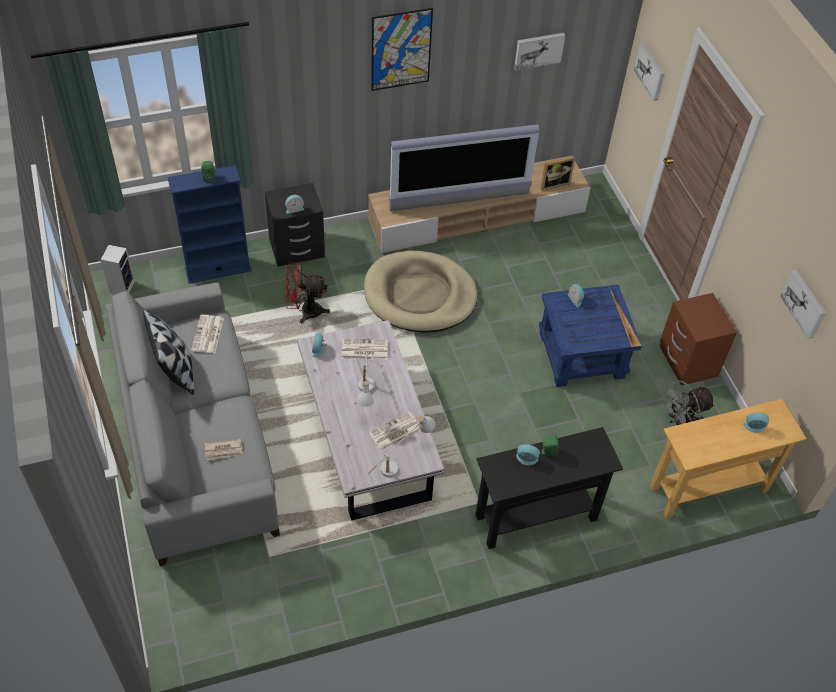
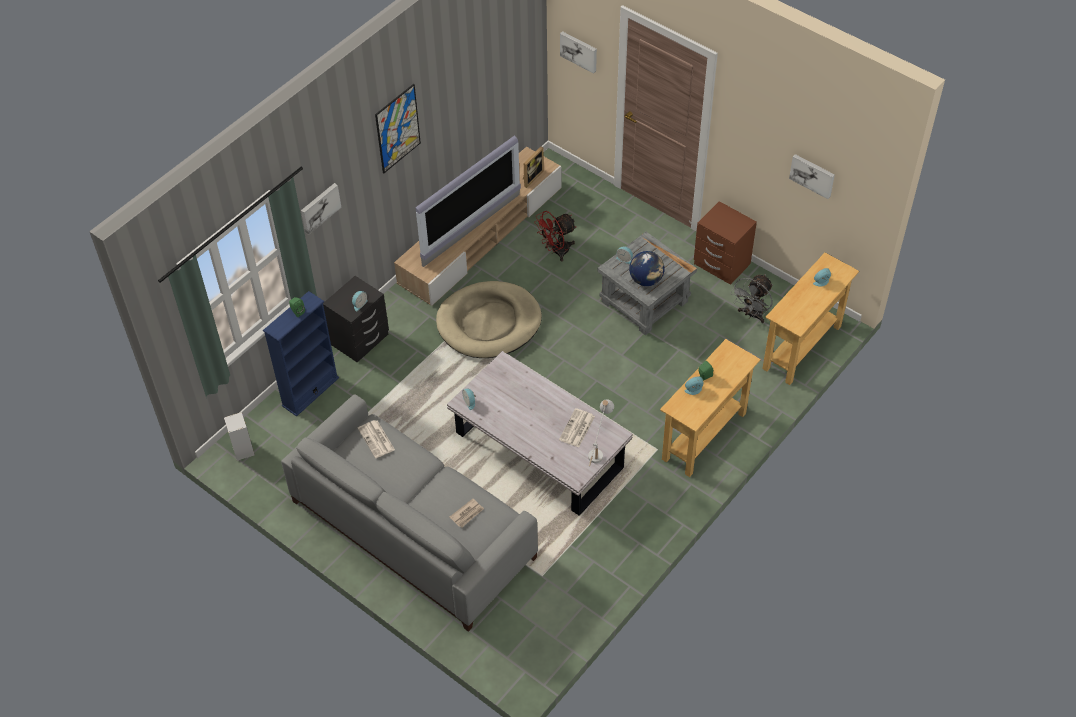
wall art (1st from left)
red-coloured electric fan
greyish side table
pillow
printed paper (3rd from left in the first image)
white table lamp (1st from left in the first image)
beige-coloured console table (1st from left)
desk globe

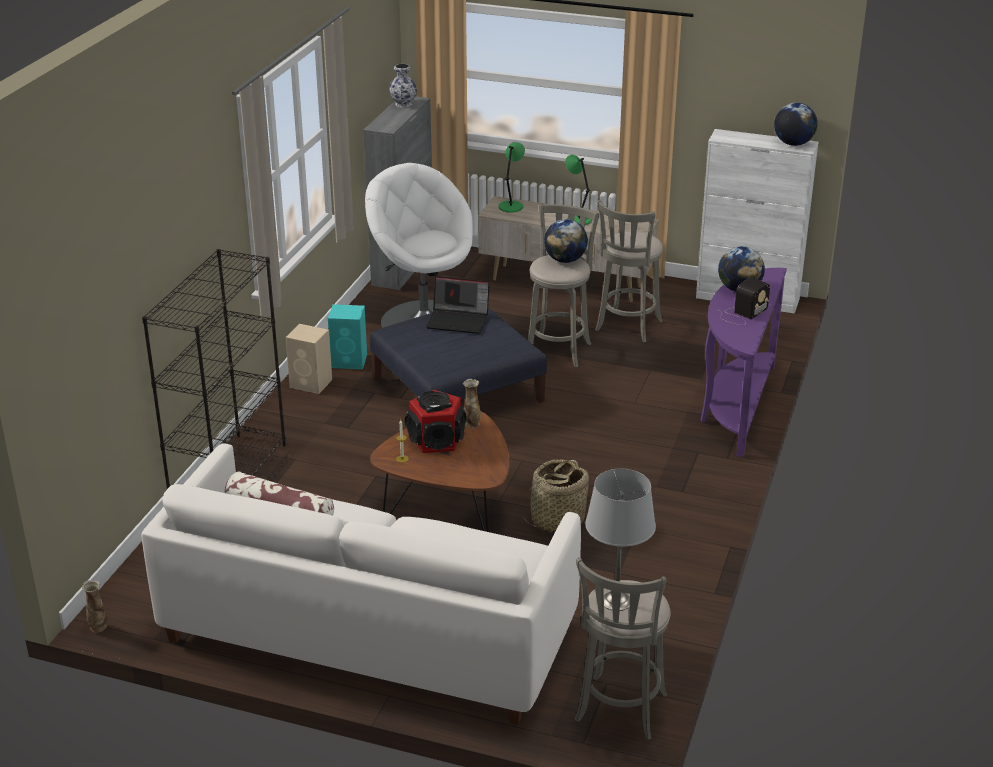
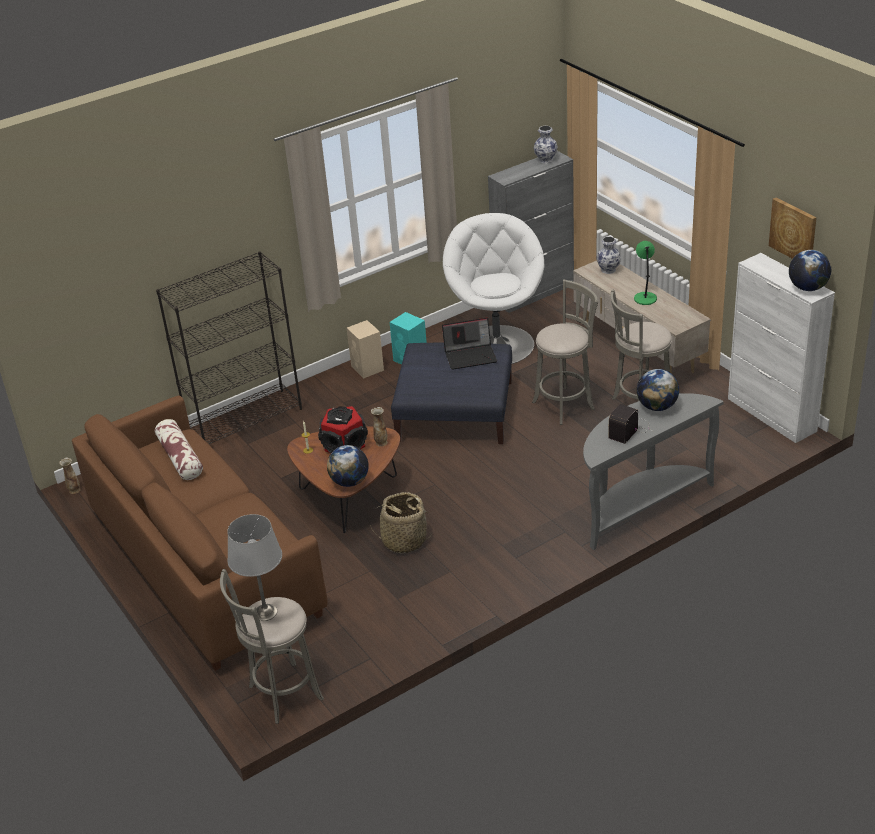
decorative vase (4th from left)
desk globe (1st from left)
greyish console table
notebook computer
radio receiver
brown-coloured couch
wall art

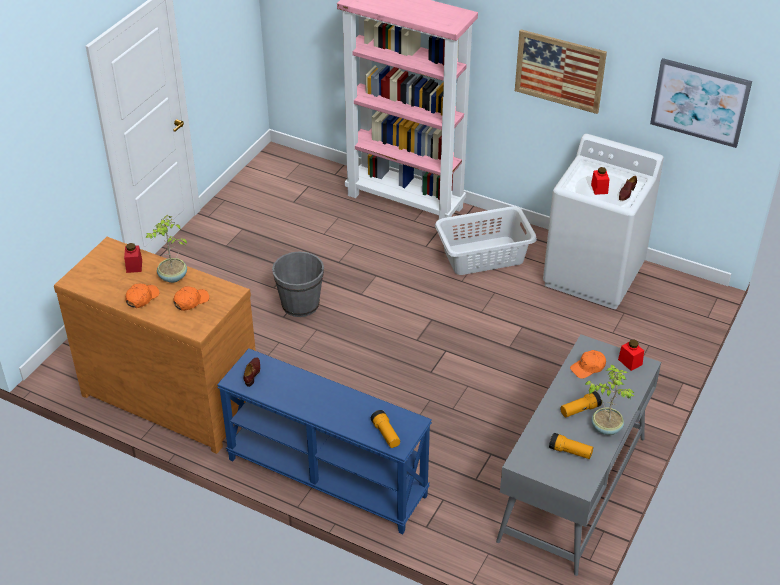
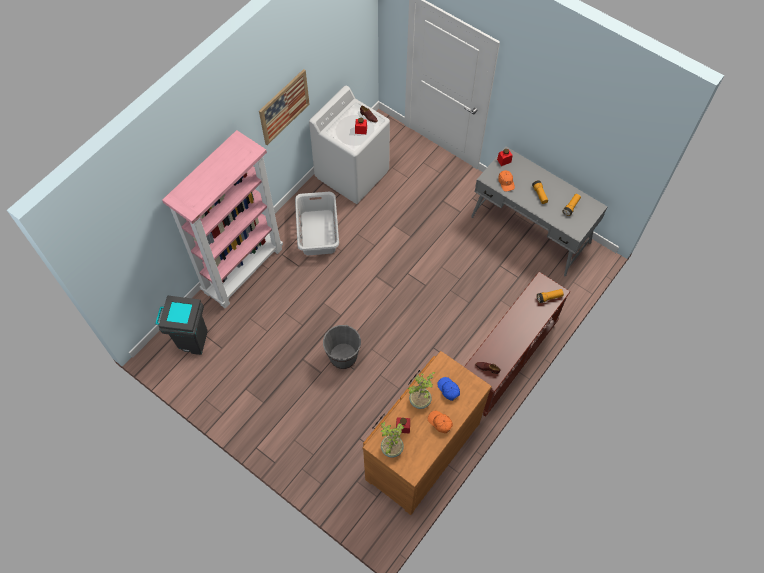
wall art (2nd from left in the first image)
blue peaked cap
brown-coloured console table
potted plant (1st from left)
greyish rubbish bin

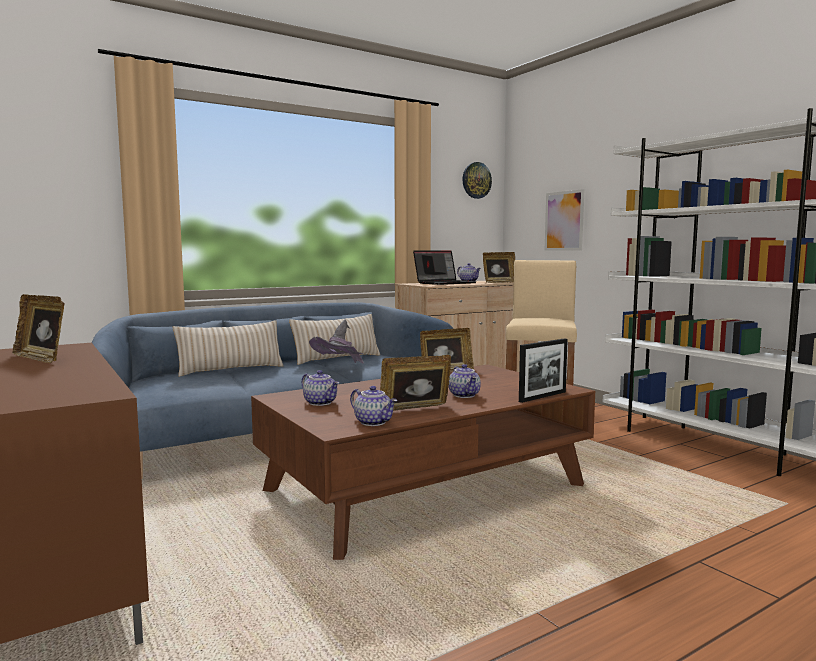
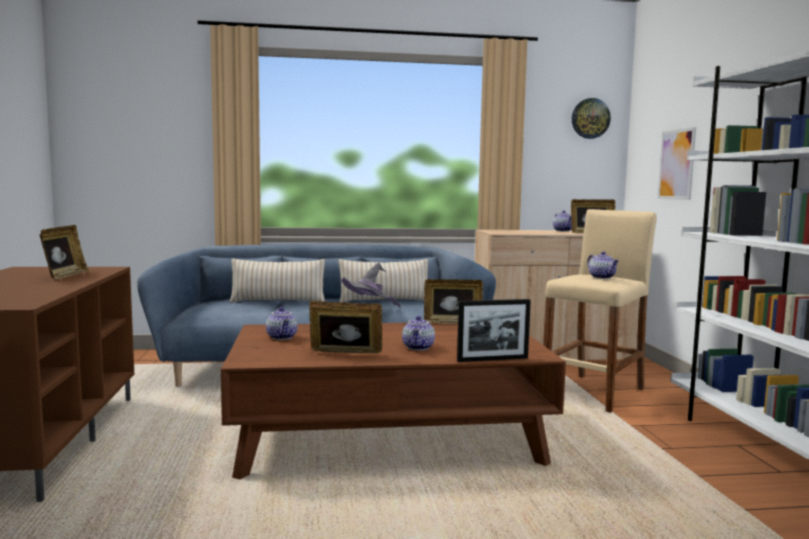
notebook computer
picture frame (1st from left)
tea pot (4th from left)

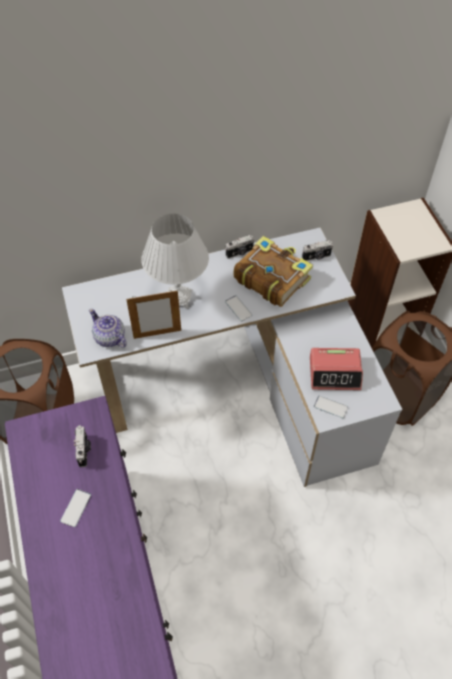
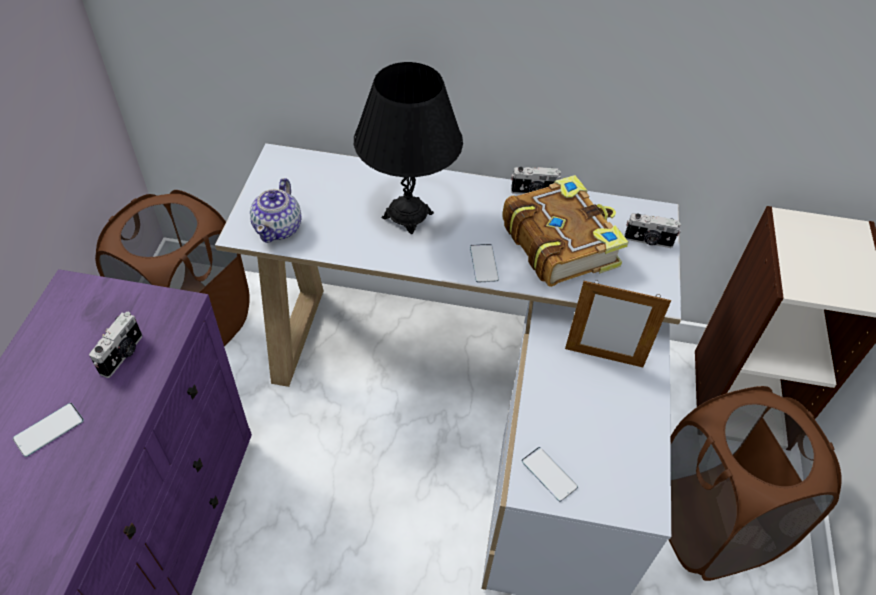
black-coloured table lamp
picture frame
tea pot
alarm clock

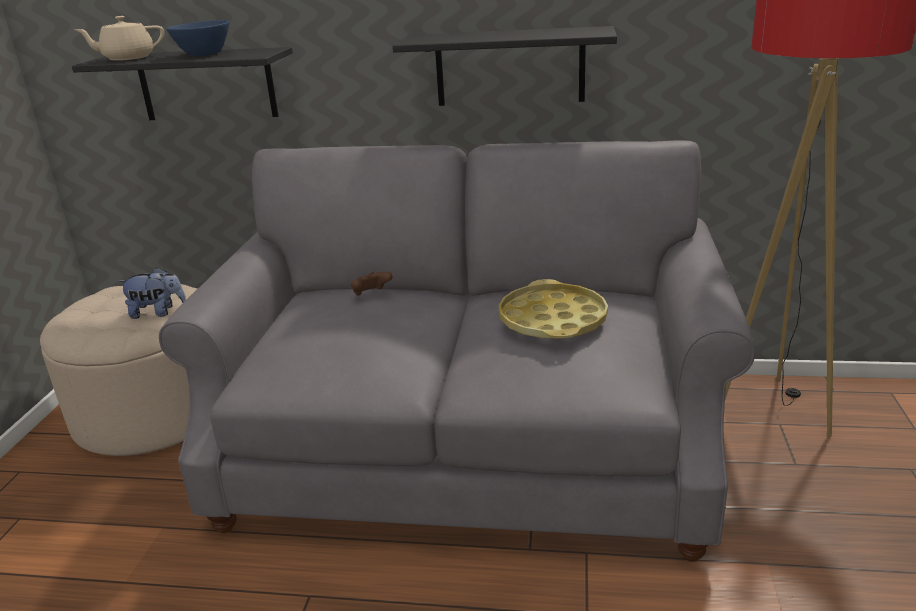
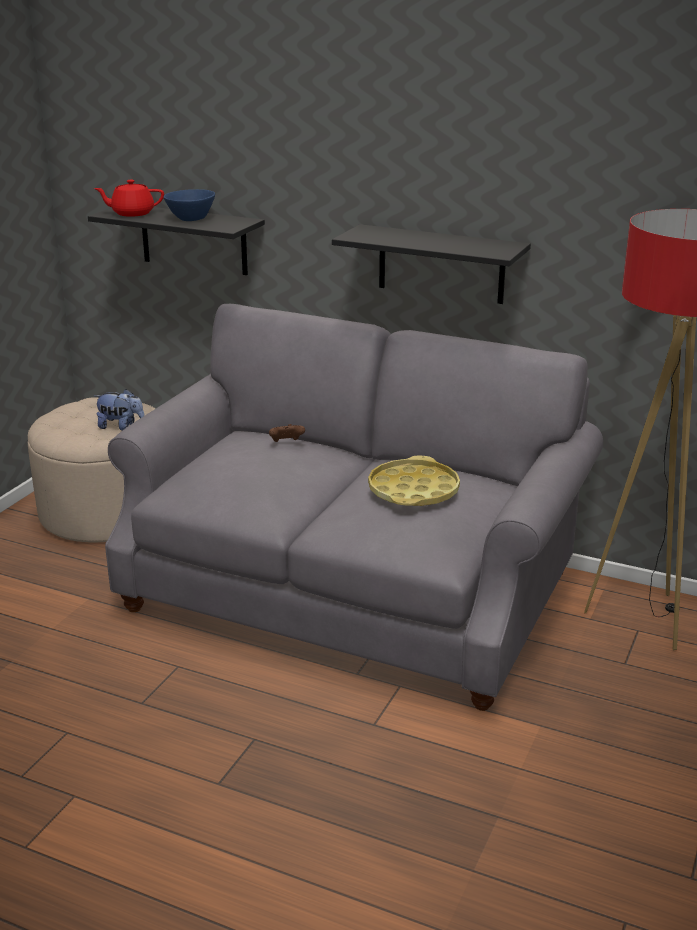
red-coloured tea pot

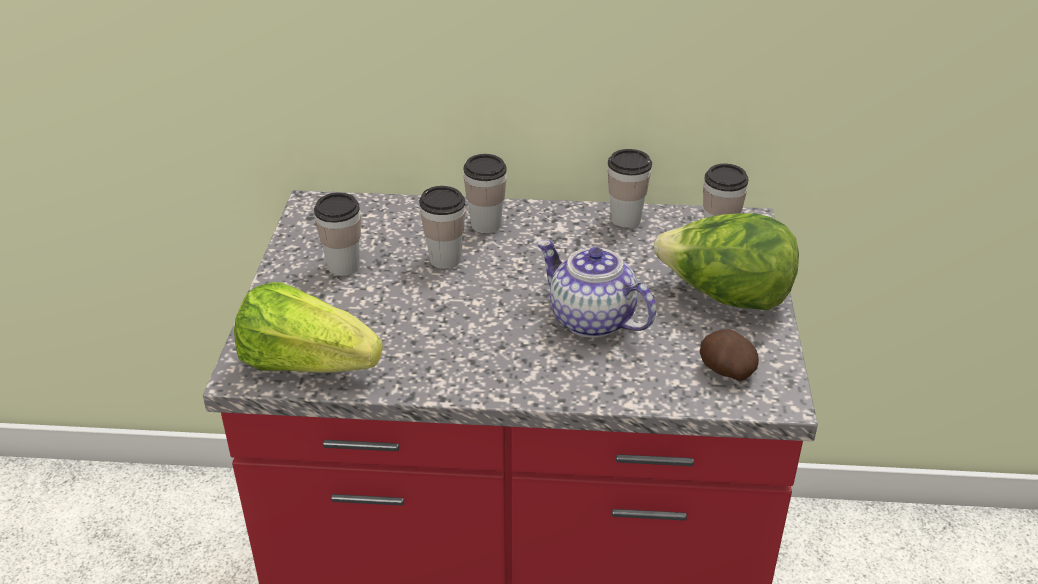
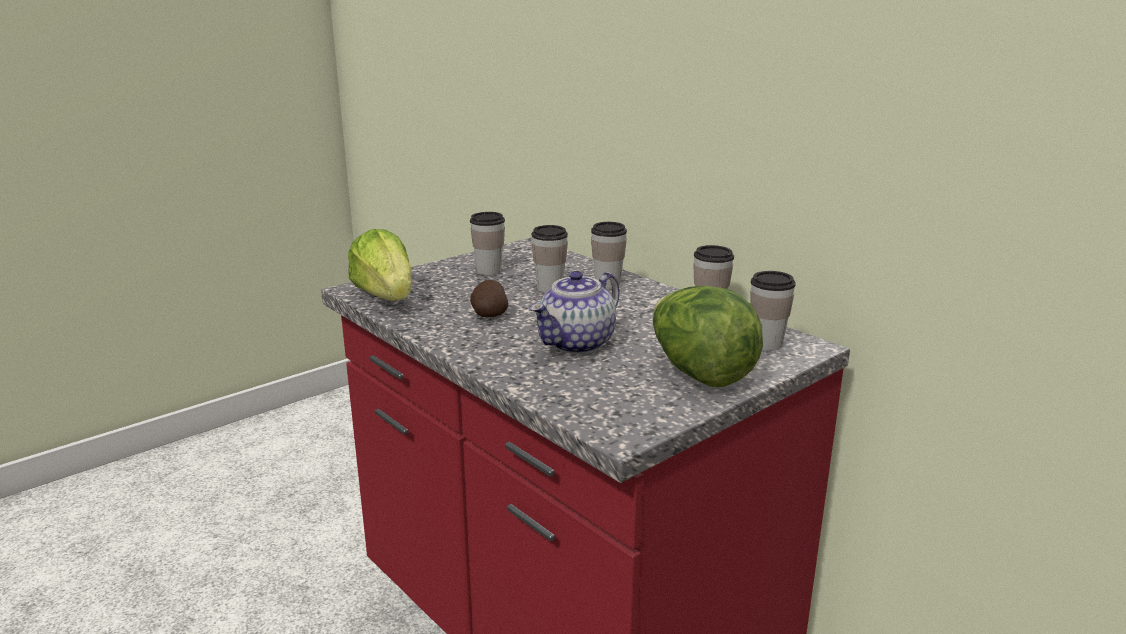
tea pot
whole potato

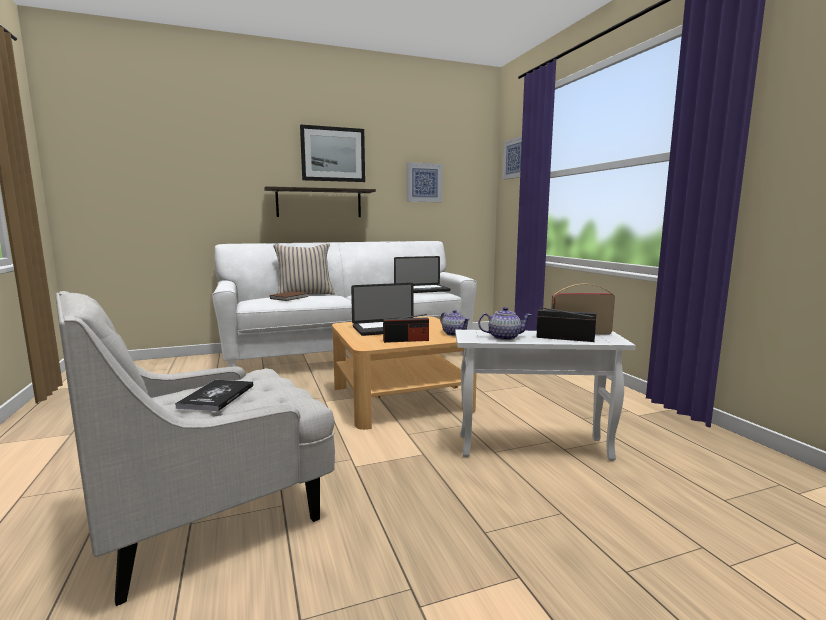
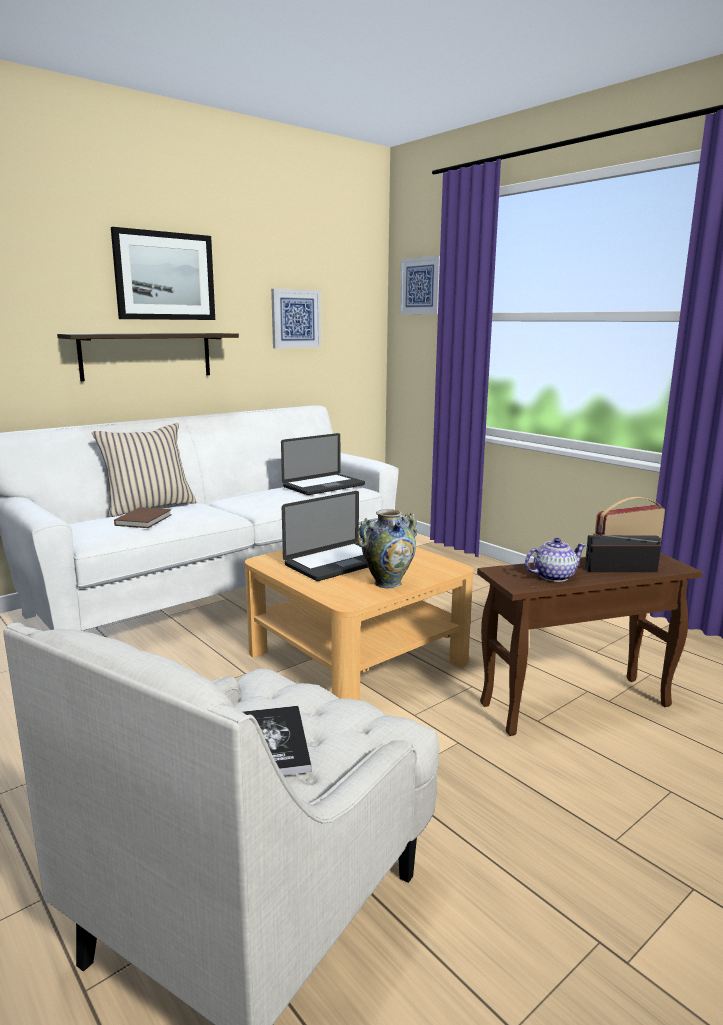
tea pot (1st from left in the first image)
decorative vase
brown-coloured side table

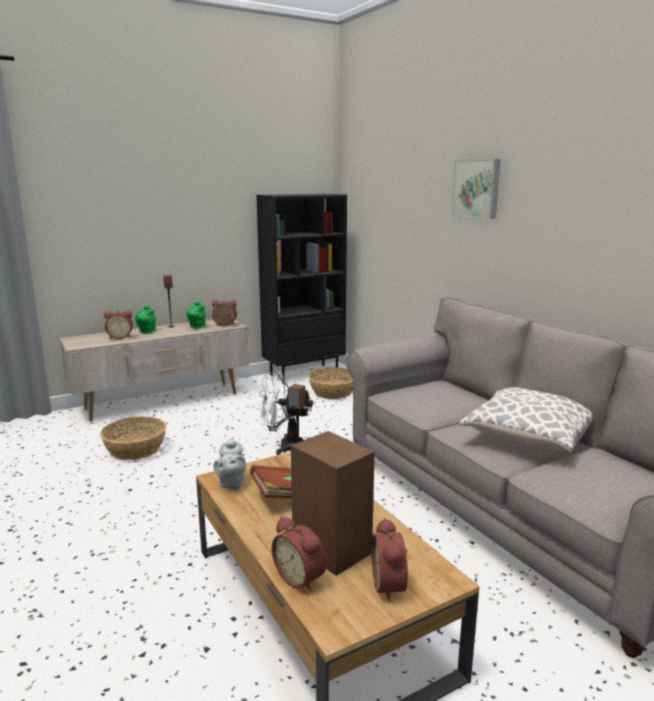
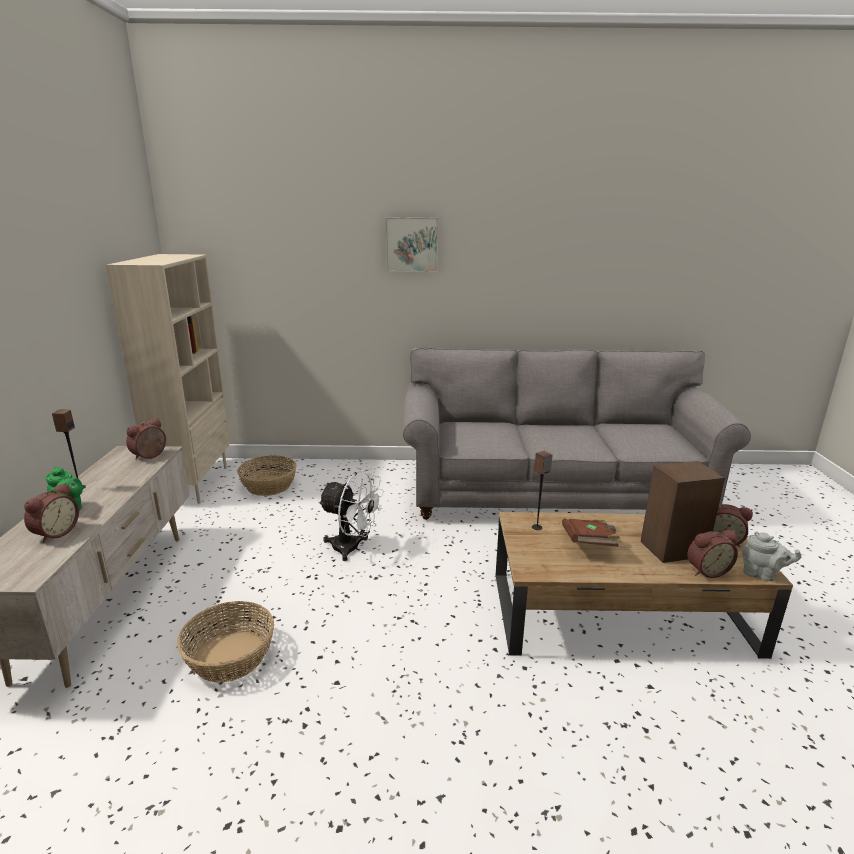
beige-coloured shelving unit
green-coloured tea pot (2nd from left in the first image)
white electric fan
pillow
greyish tea pot

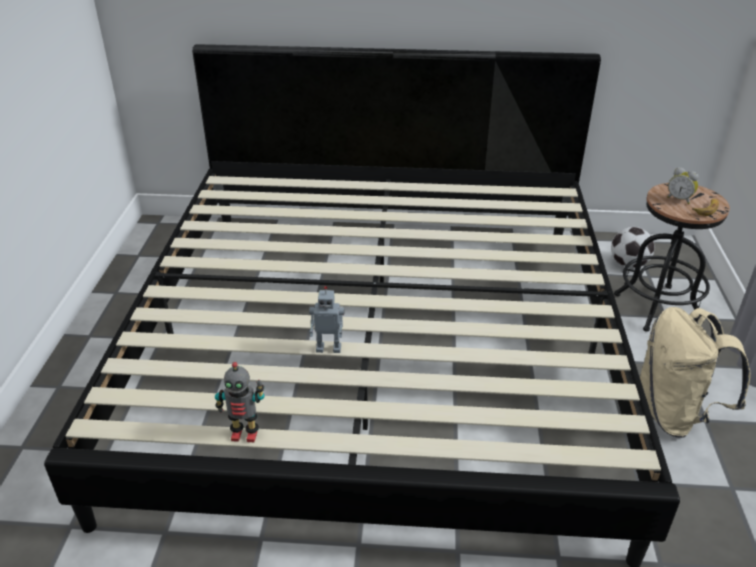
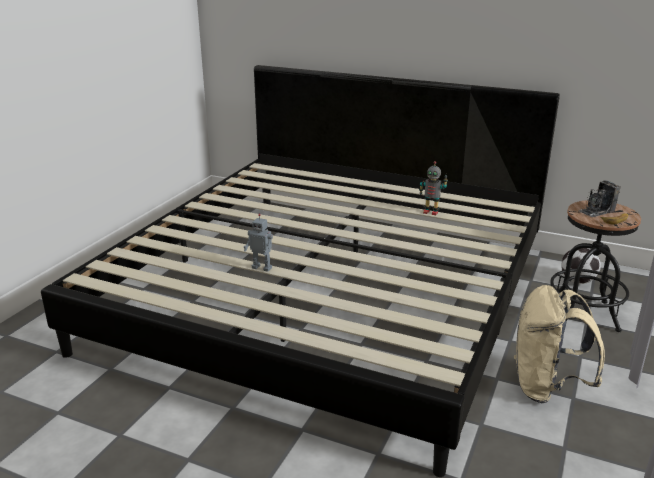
still camera
model robot (2nd from left)

